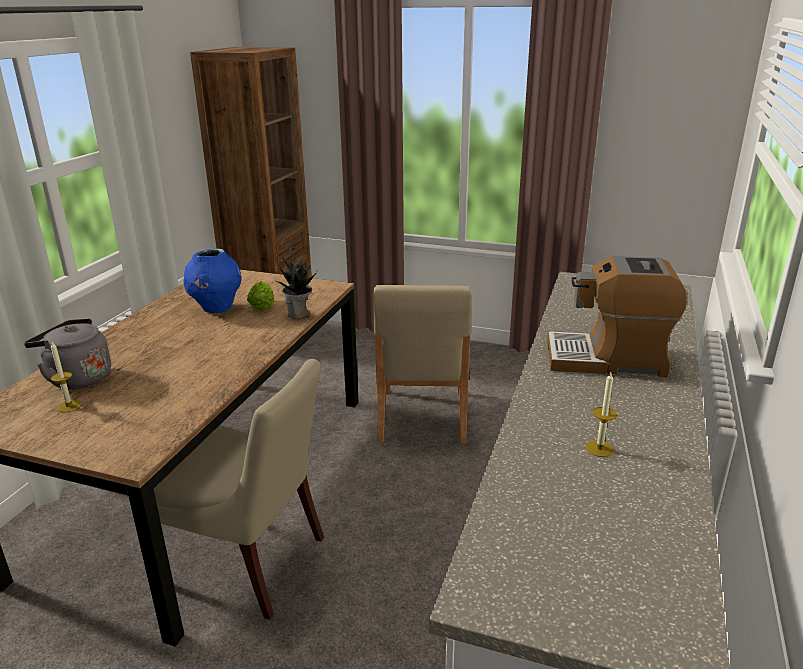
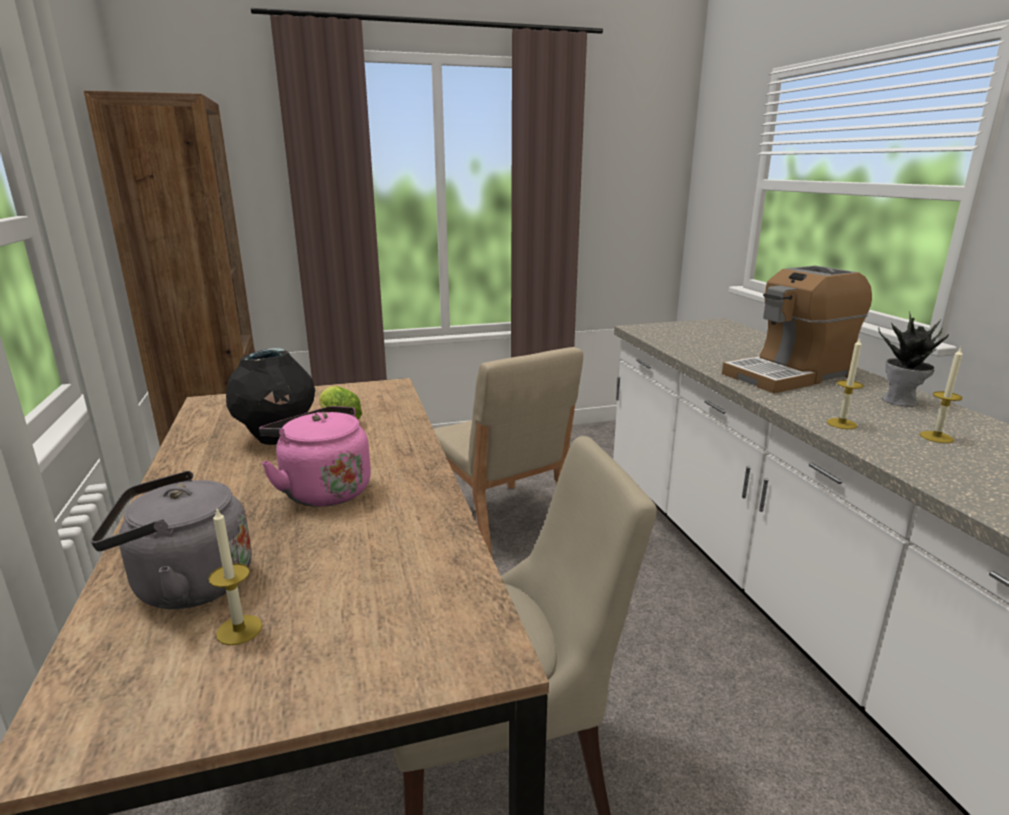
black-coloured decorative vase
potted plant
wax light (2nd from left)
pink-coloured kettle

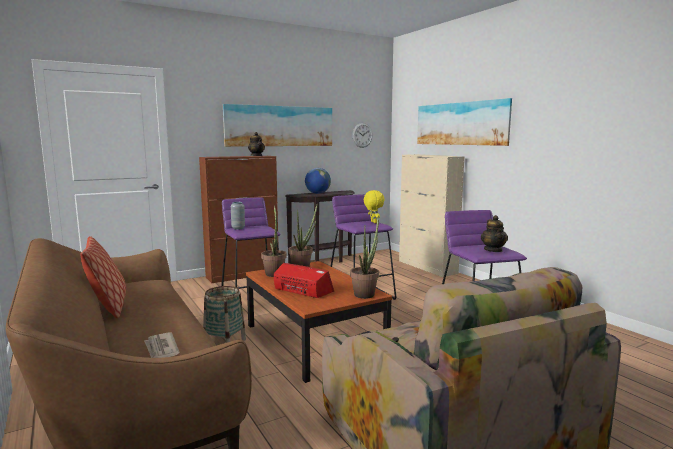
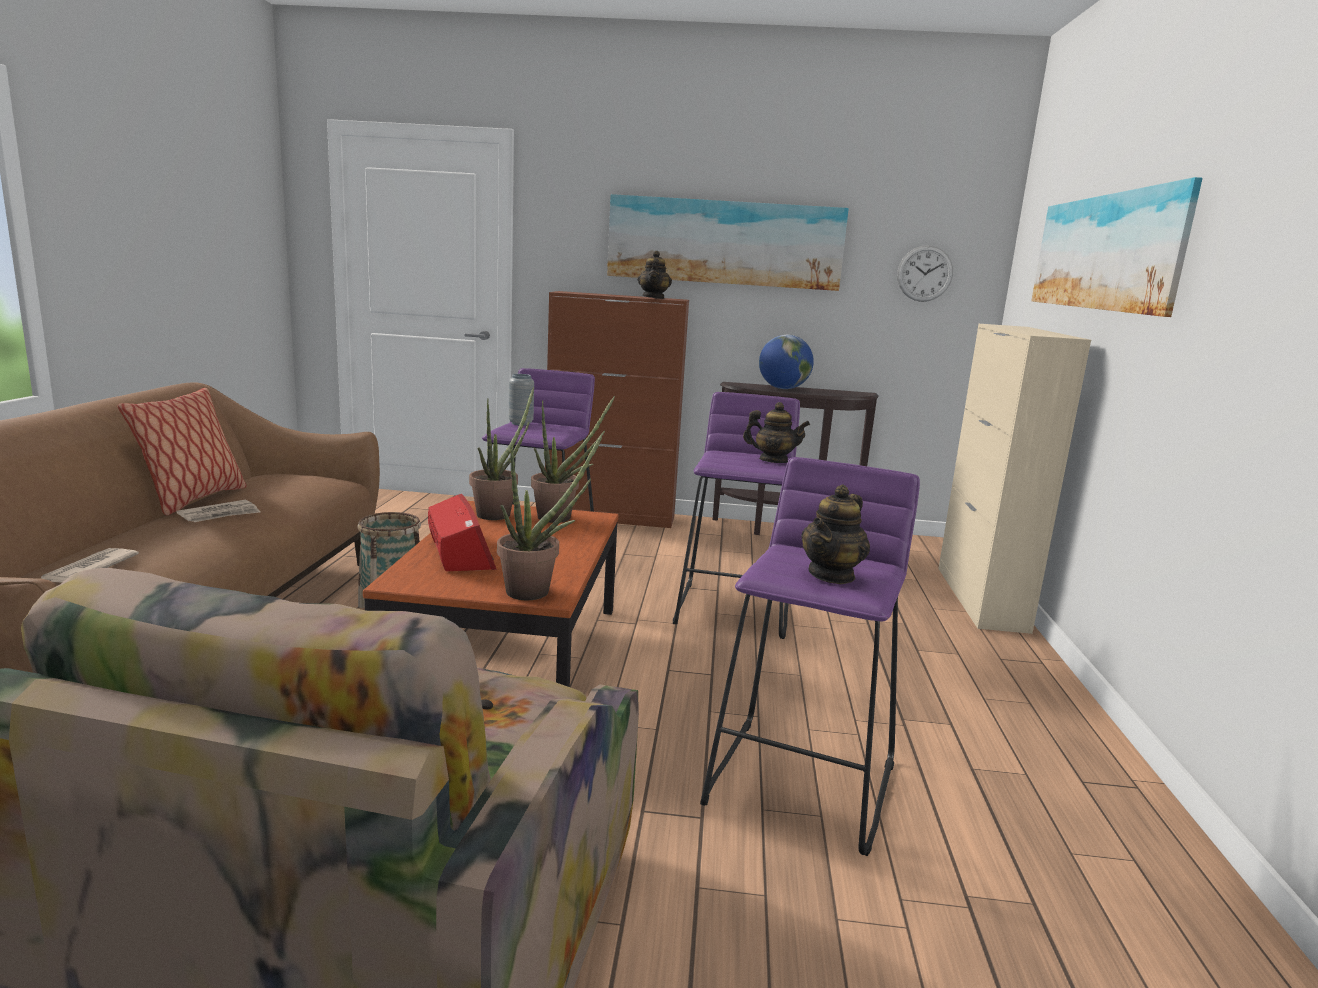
tea pot (2nd from left)
printed paper (2nd from left)

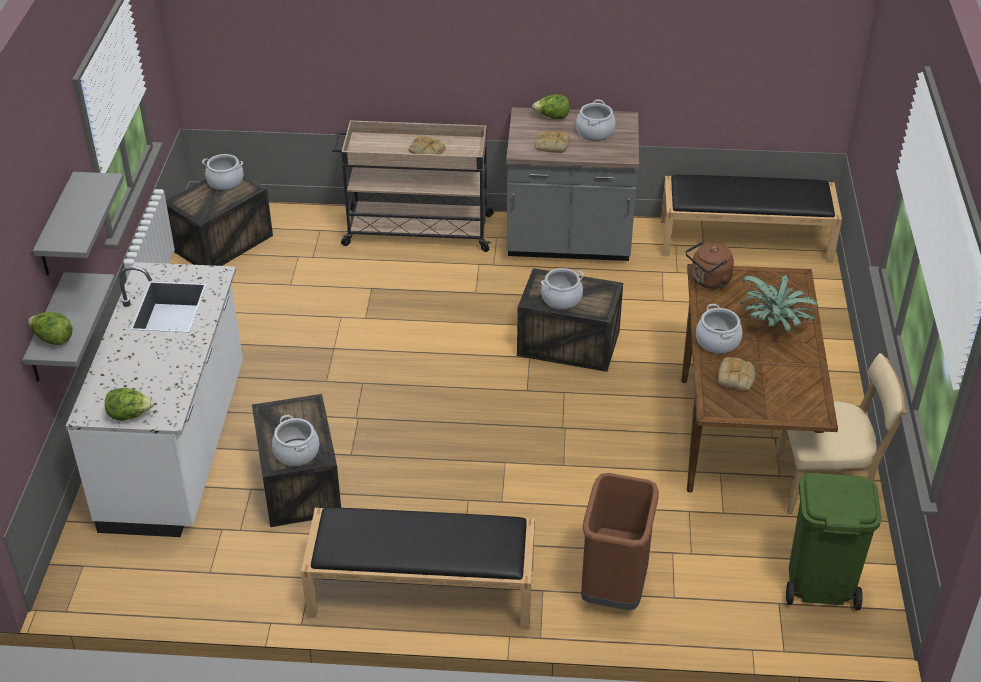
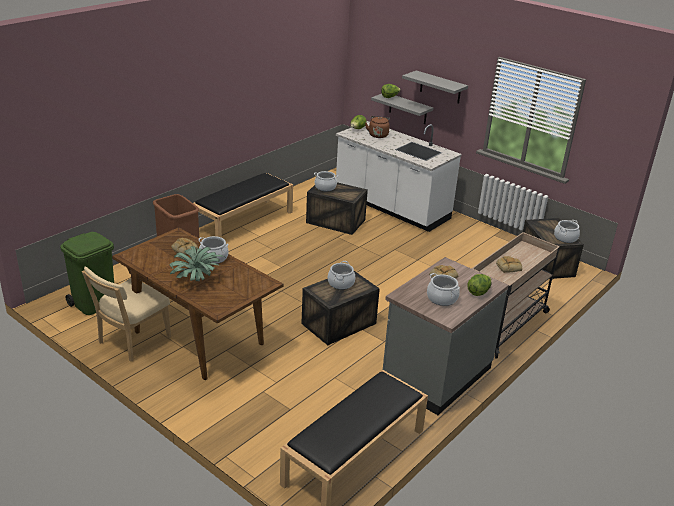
brown-coloured kettle

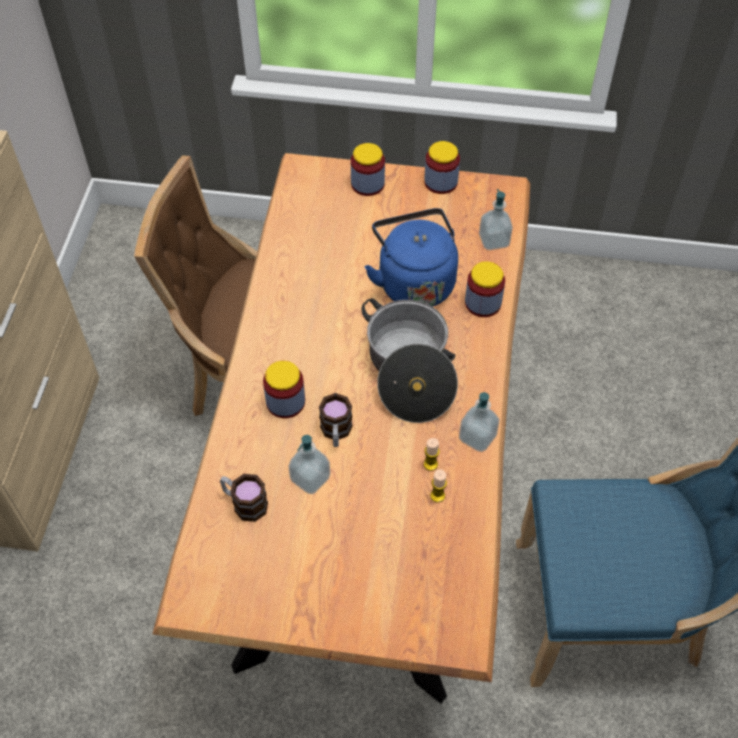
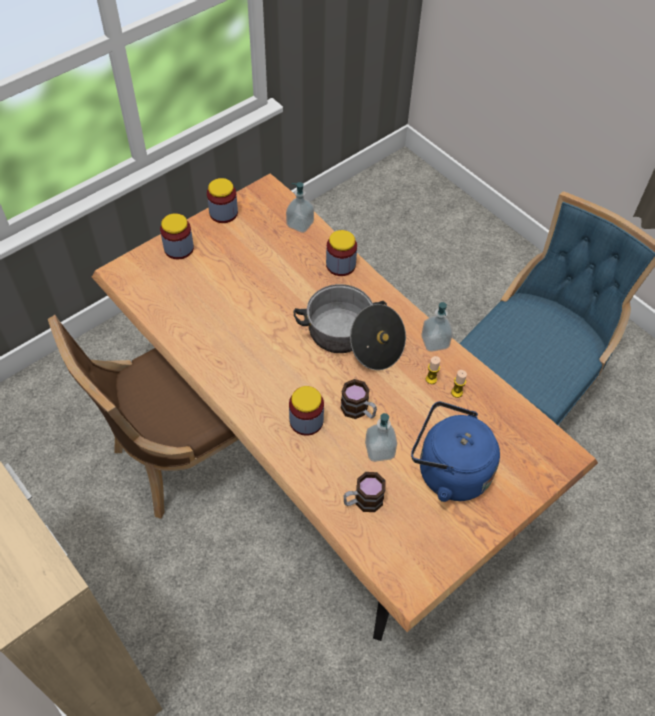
blue kettle

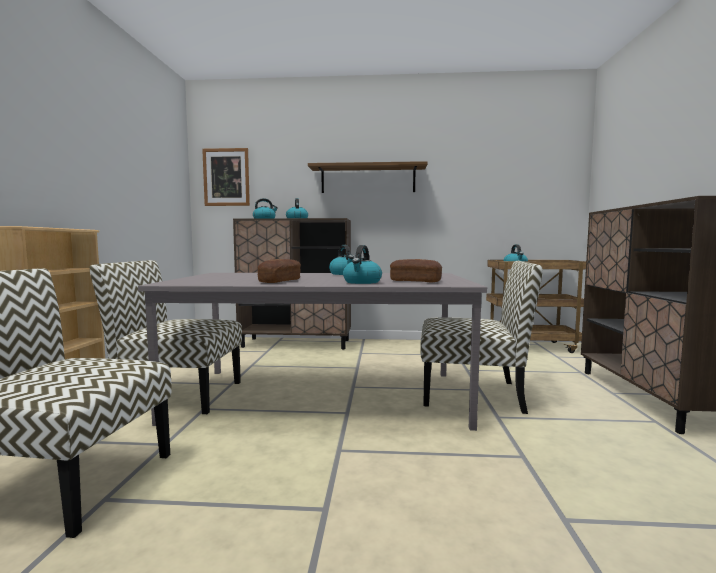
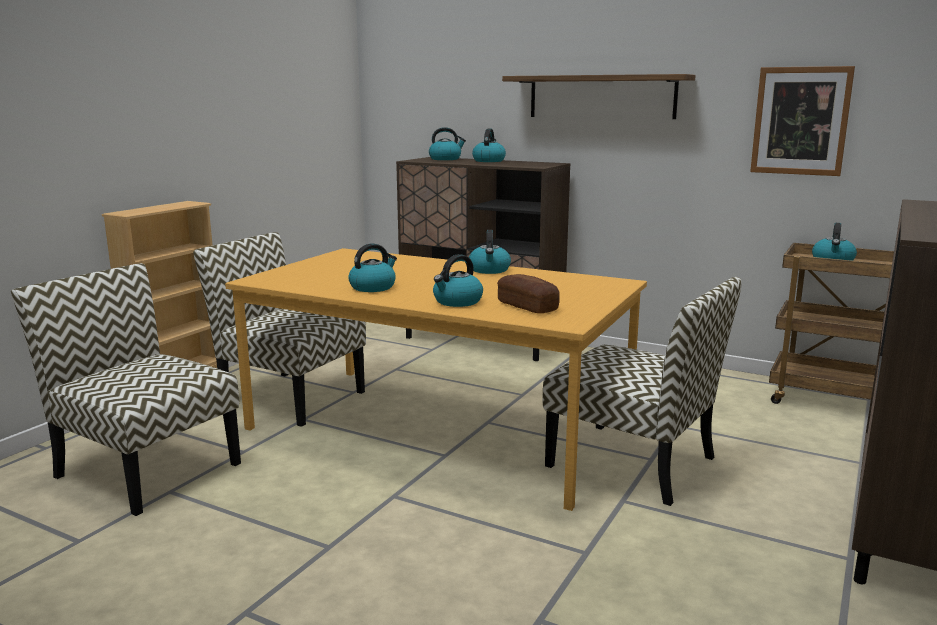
wall art
kettle (1st from left)
orange dinner table

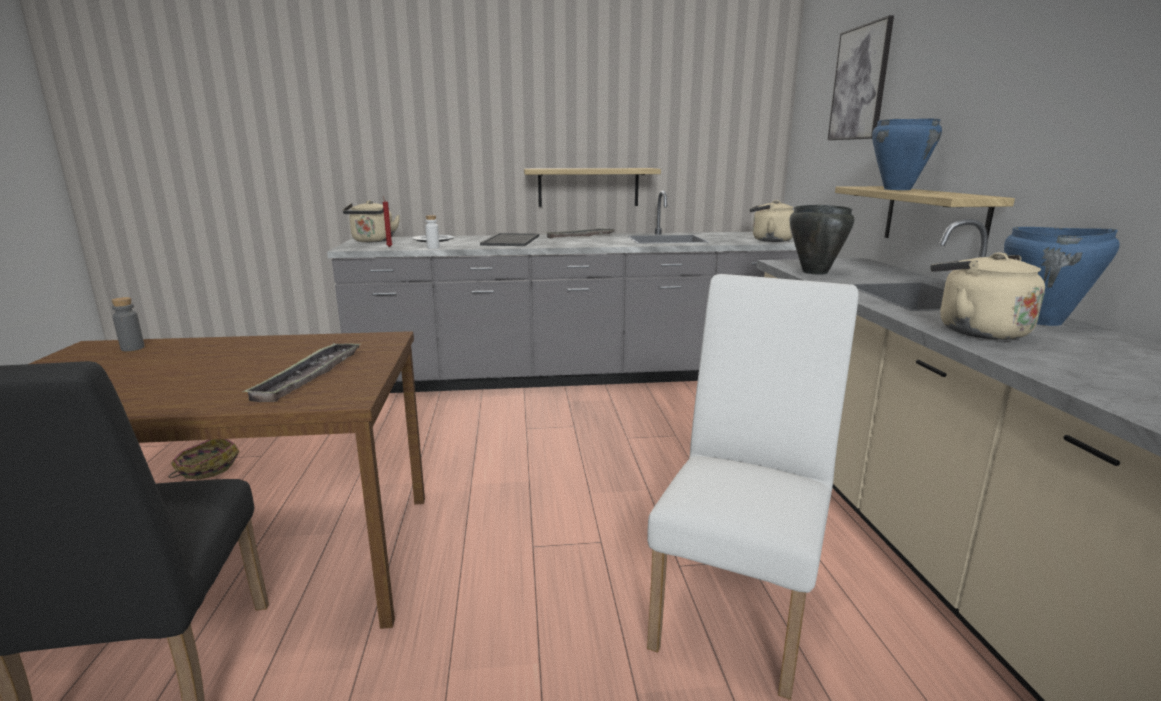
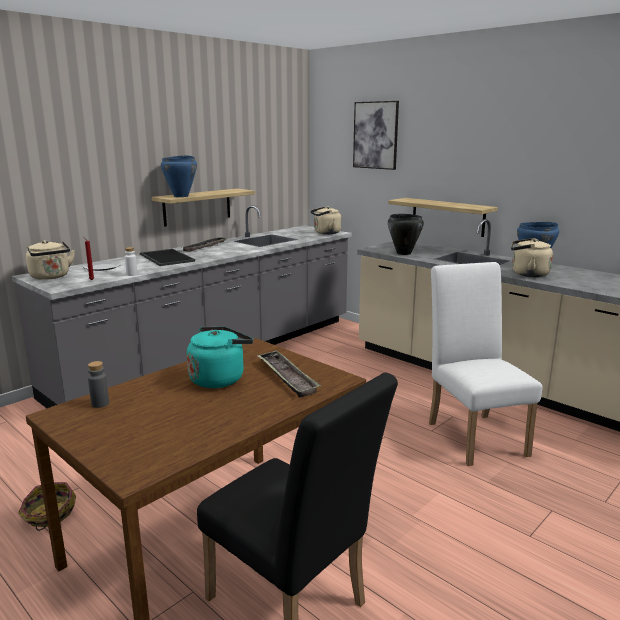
blue cooking pot (1st from left)
turquoise-coloured kettle

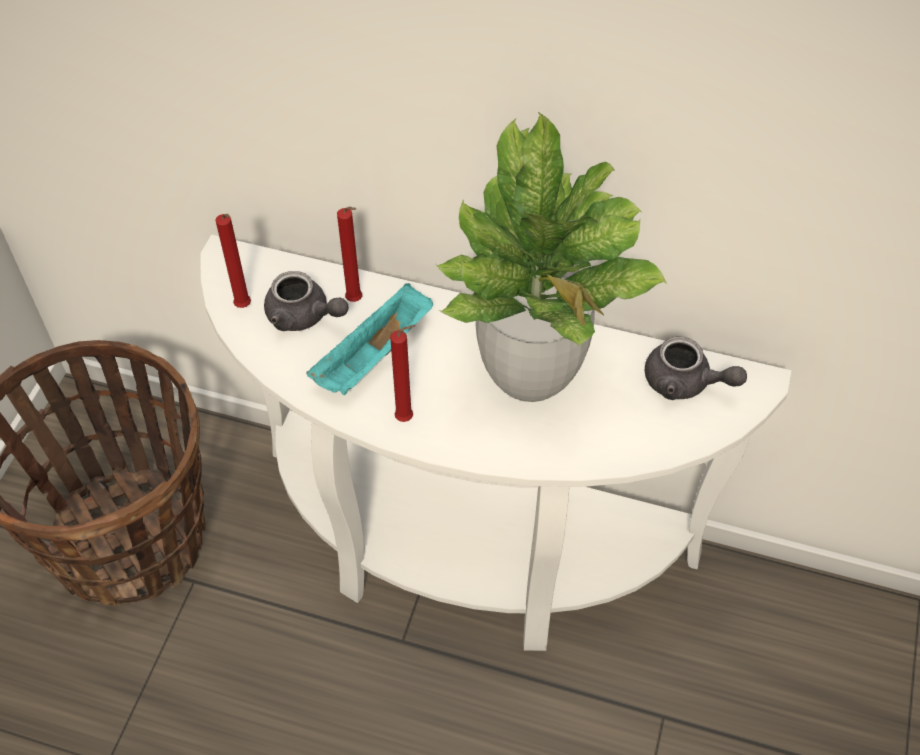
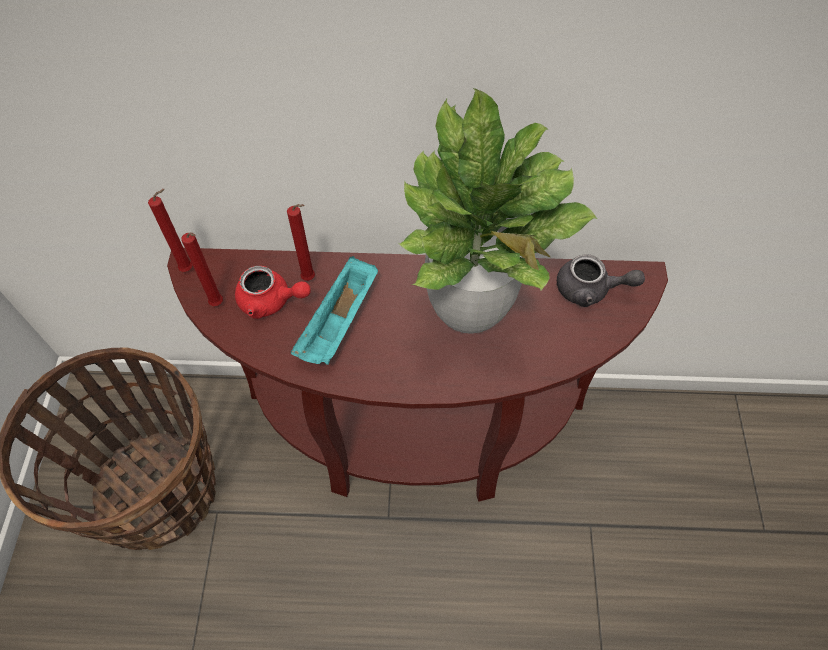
brown-coloured console table
red-coloured tea pot
red-coloured wax light (1st from left)

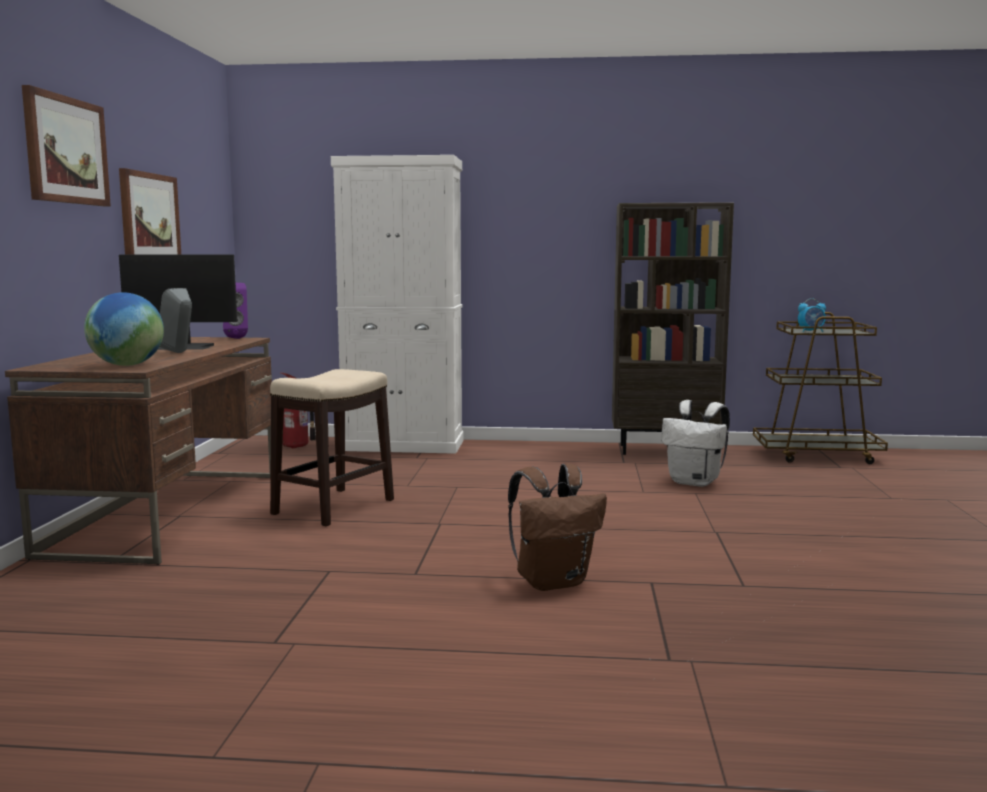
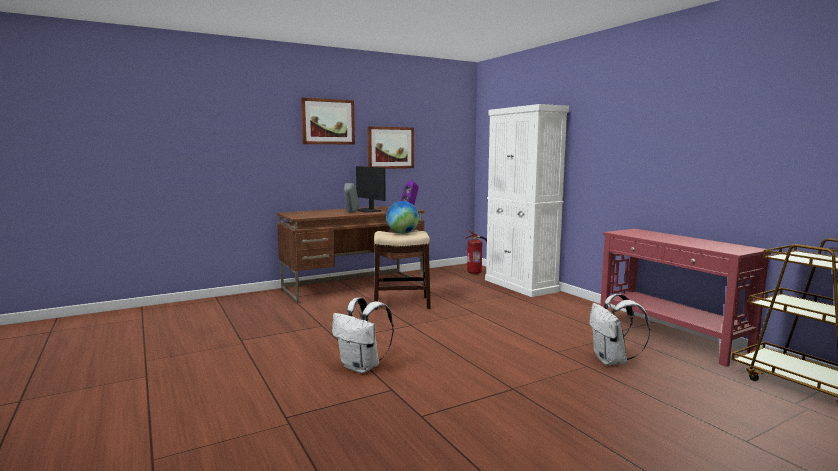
red-coloured console table
desk globe
alarm clock
white rucksack (1st from left)

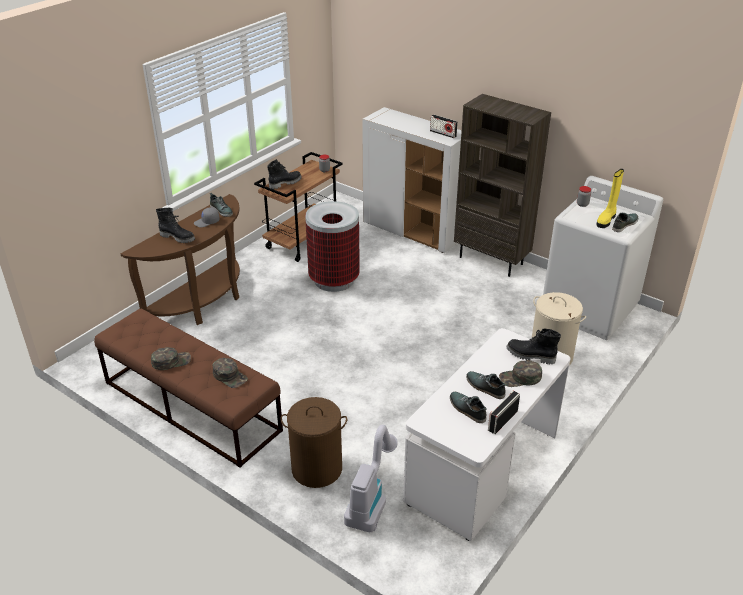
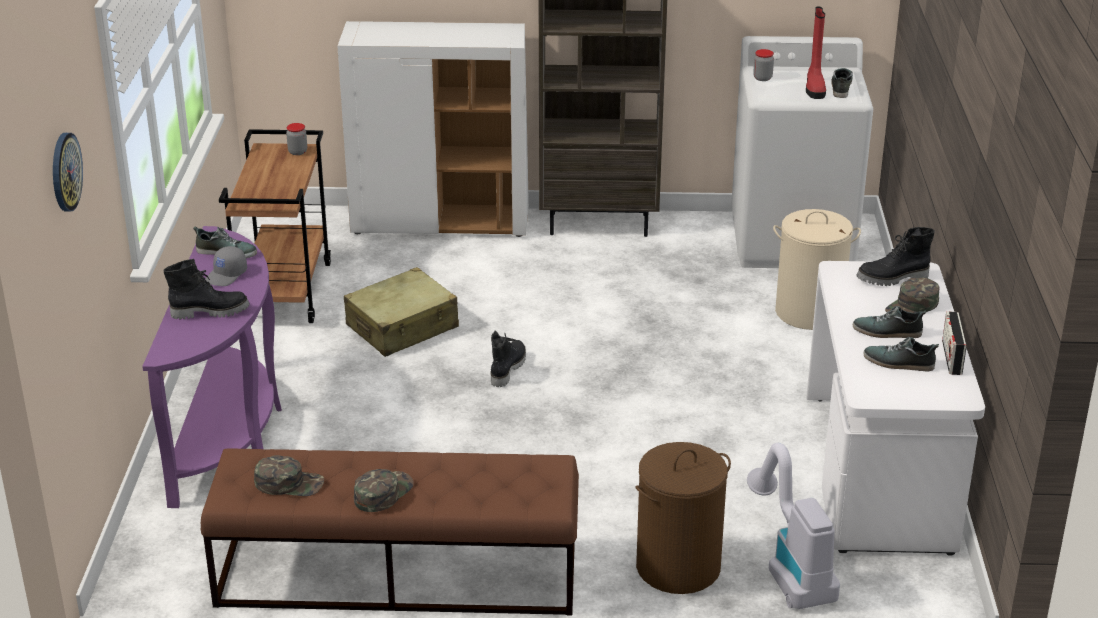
radio receiver (1st from left in the first image)
black-coloured boot (2nd from left)
red-coloured boot
purplish console table
beige-coloured piece of luggage
green-coloured peaked cap (1st from left)
hanging clock

